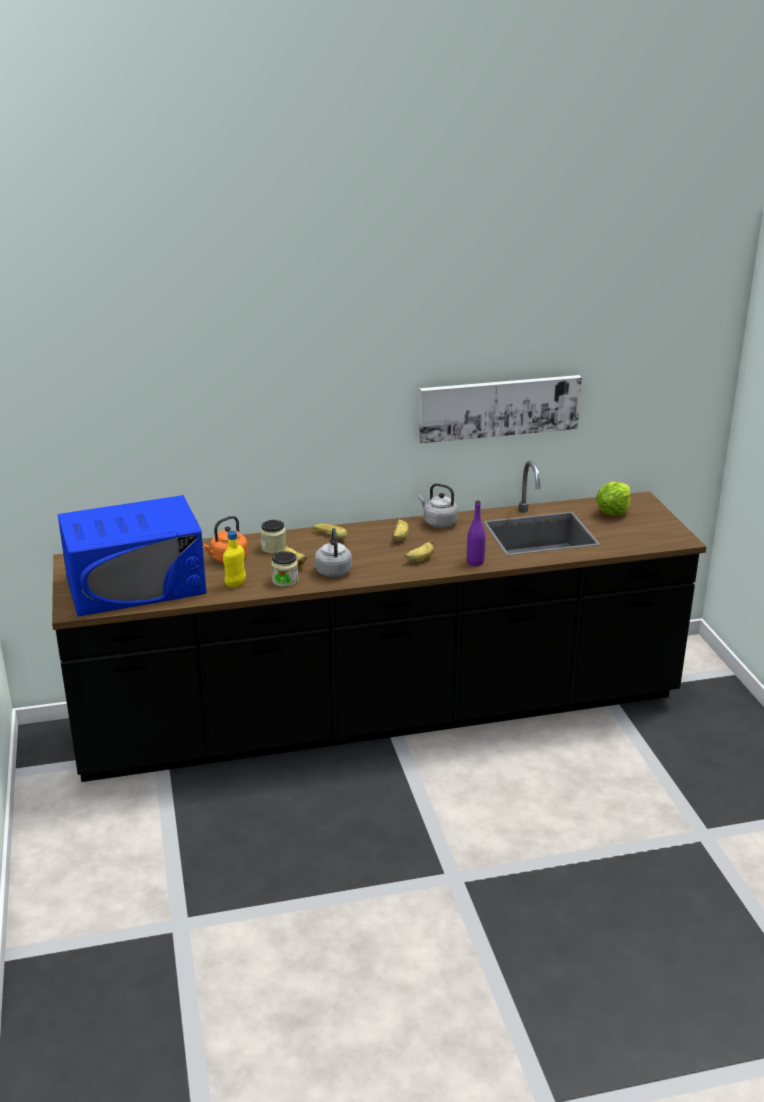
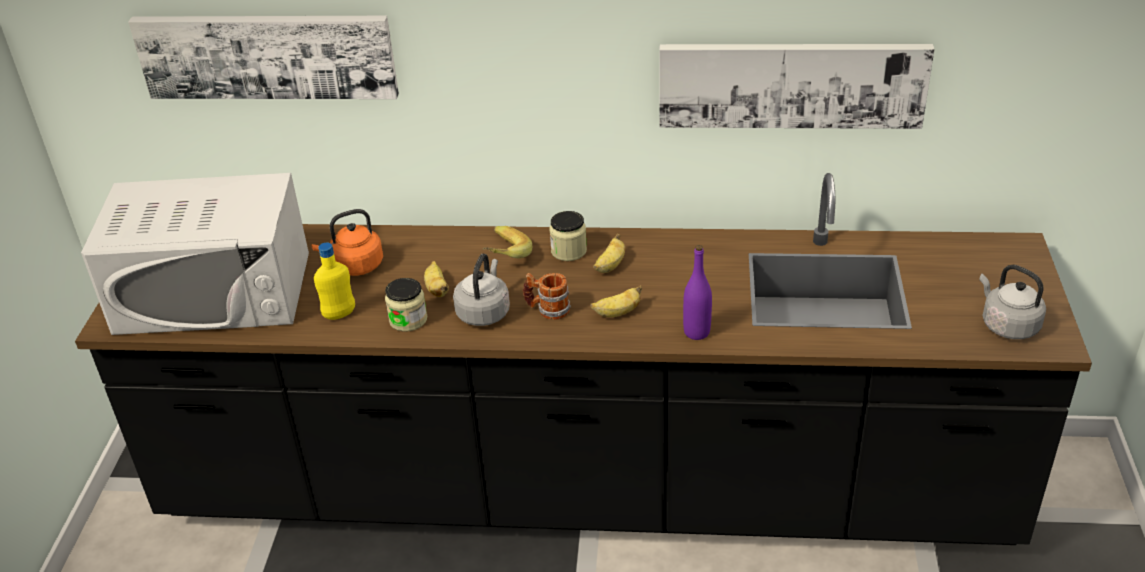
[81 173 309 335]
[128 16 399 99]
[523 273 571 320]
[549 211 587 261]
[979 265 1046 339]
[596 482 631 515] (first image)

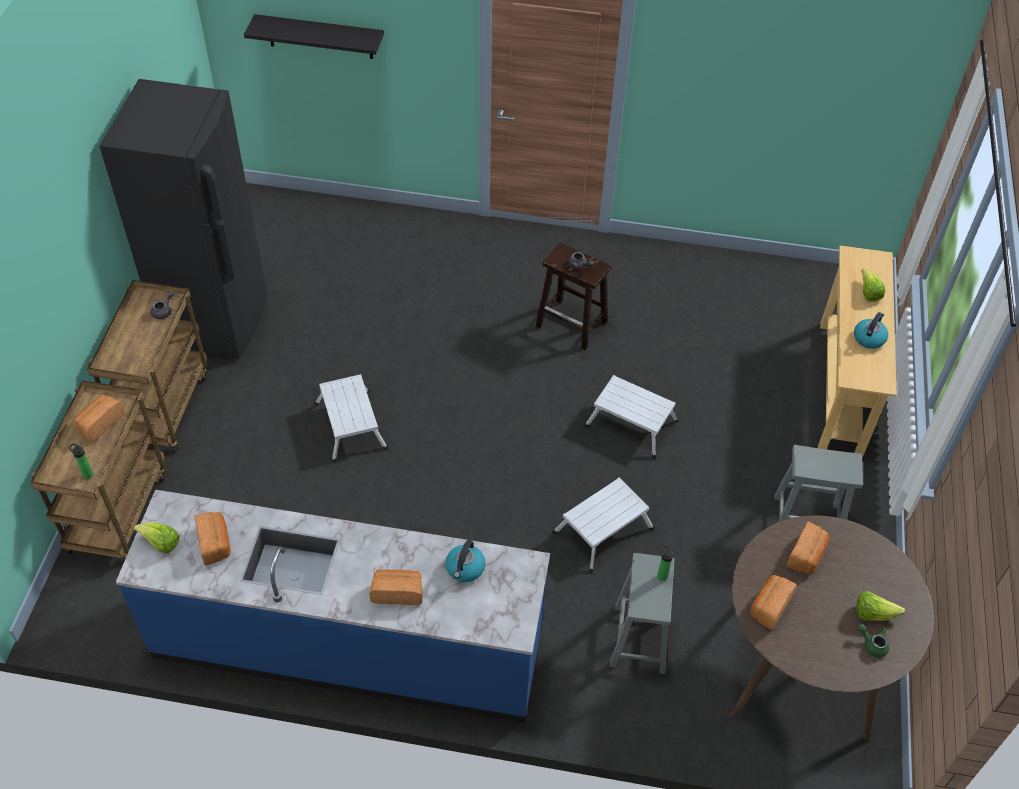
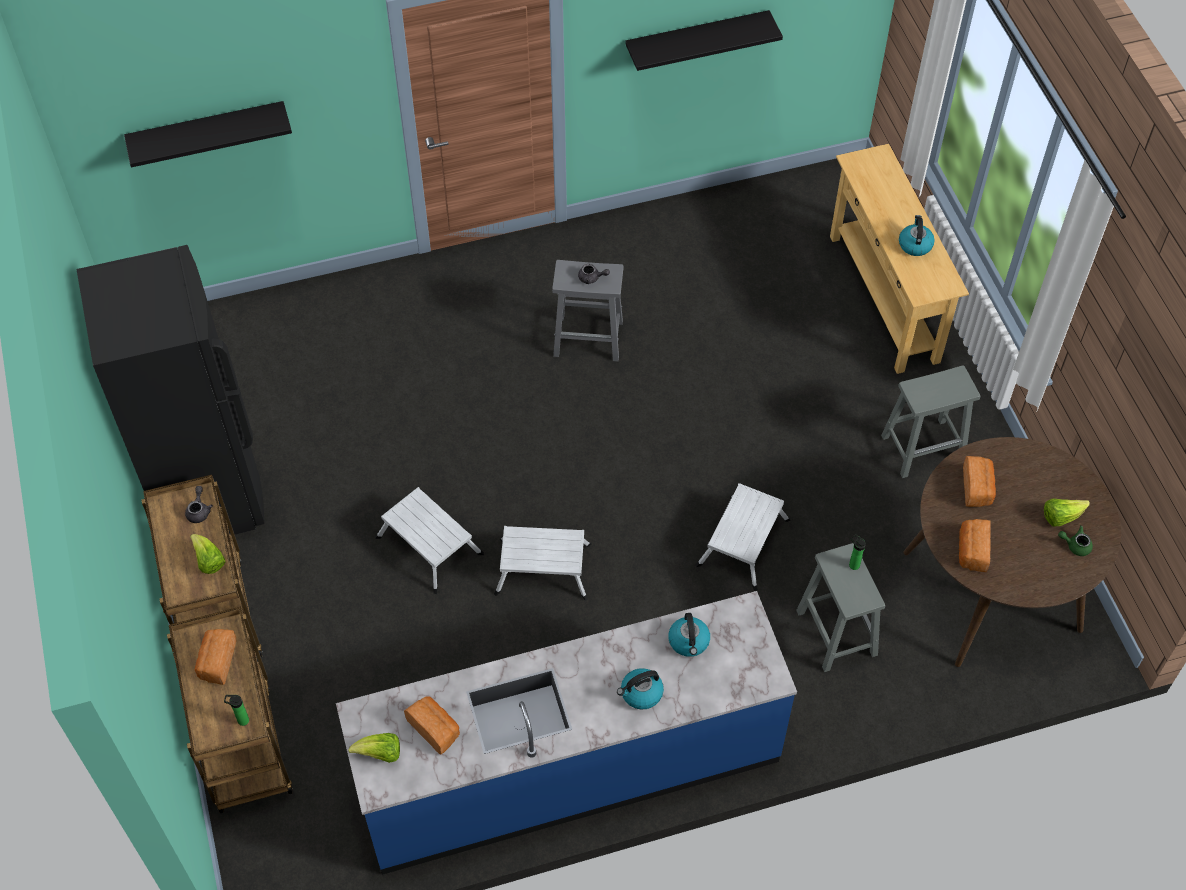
[190 534 226 574]
[494 526 591 601]
[552 260 623 361]
[617 668 664 709]
[625 10 783 71]

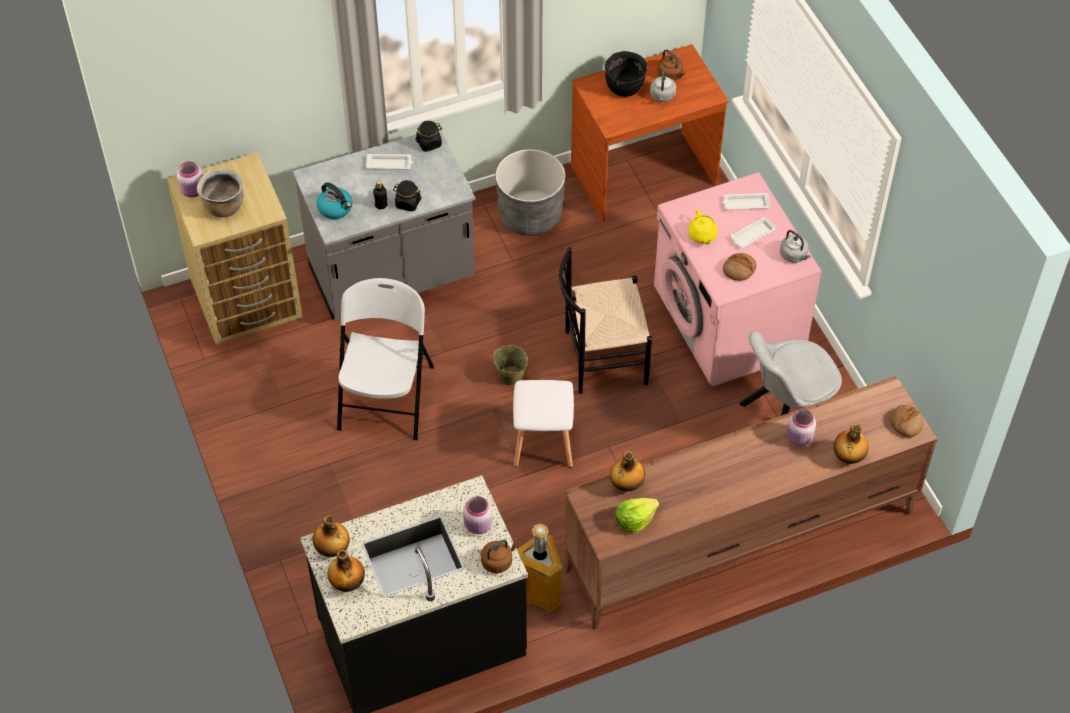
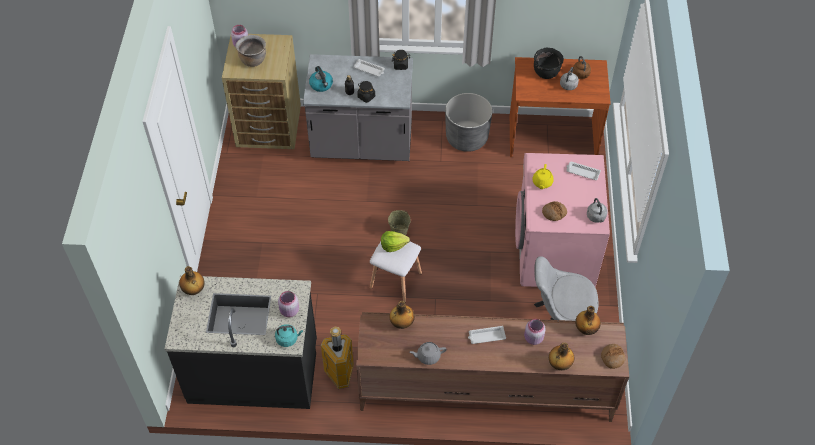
[275 324 303 347]
[381 231 410 252]
[409 342 447 365]
[468 326 506 344]
[575 306 601 335]
[337 278 434 440] (first image)
[559 247 652 394] (first image)

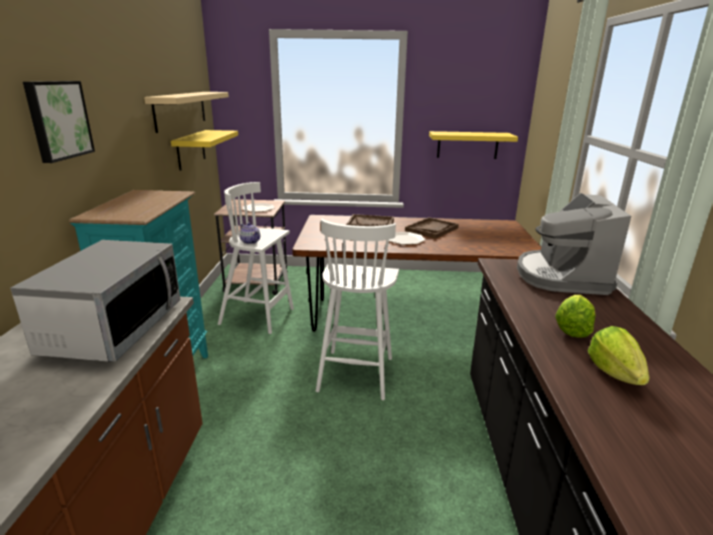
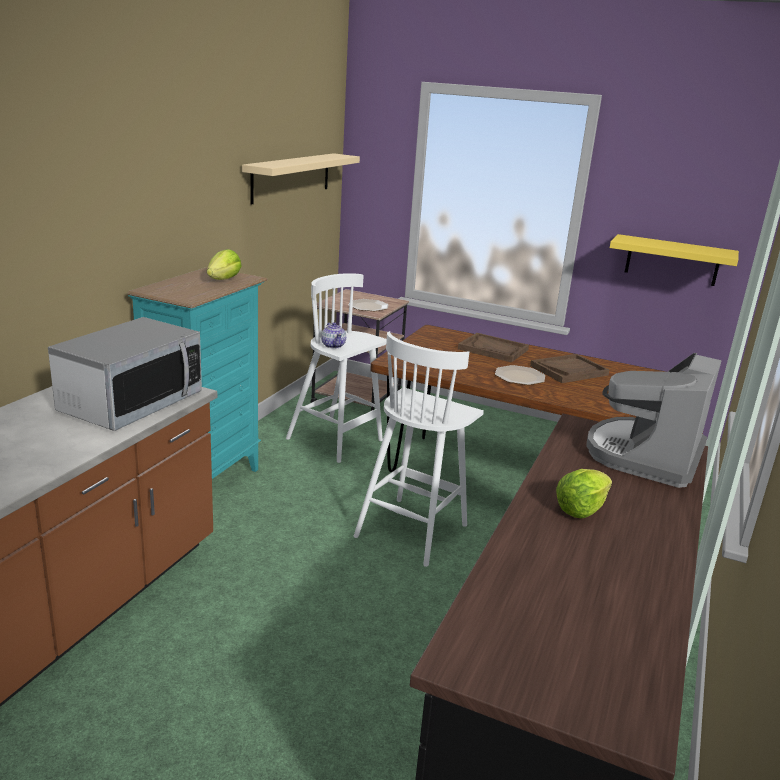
[207 249 242 280]
[23 81 95 163] (first image)
[171 130 238 171] (first image)

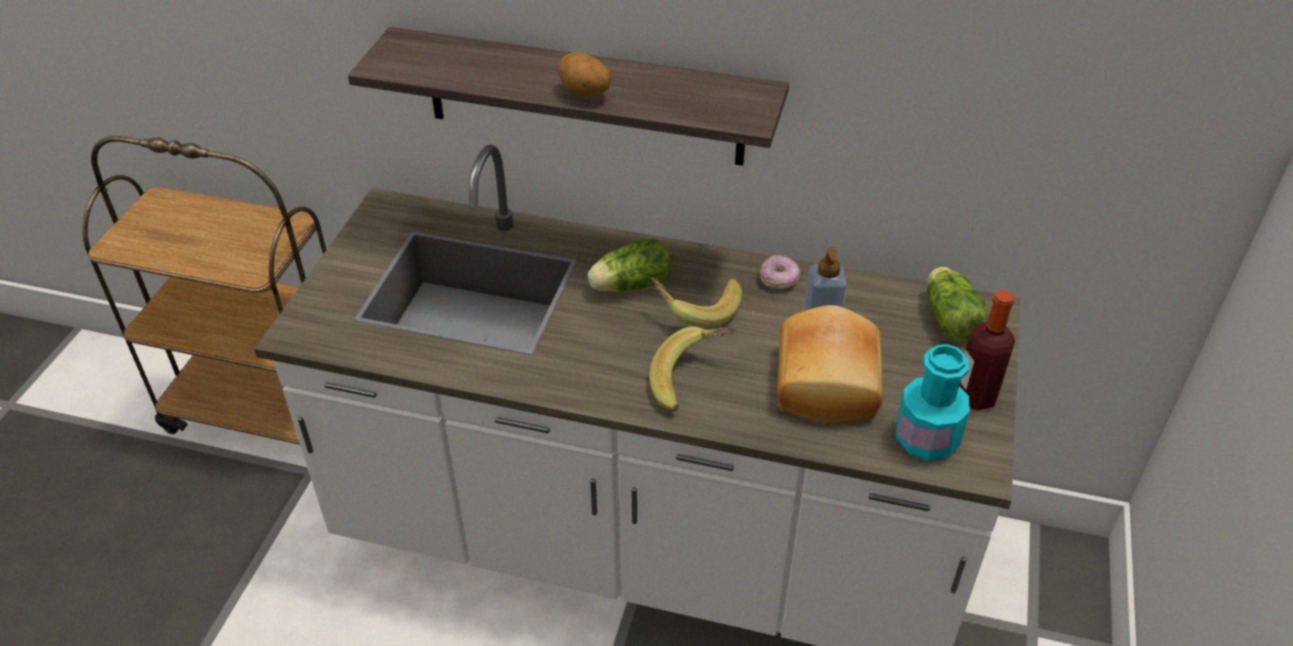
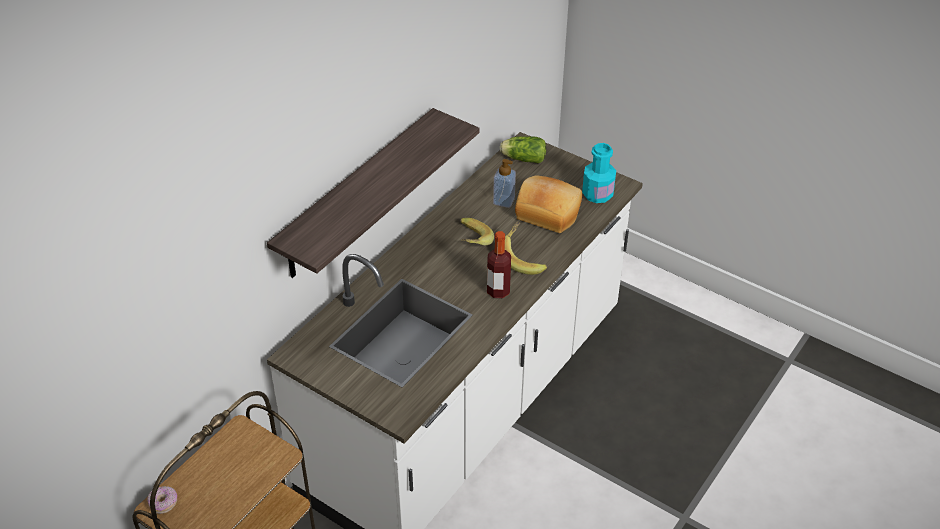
[147 486 177 514]
[487 231 511 298]
[558 52 612 97] (first image)
[587 238 672 292] (first image)

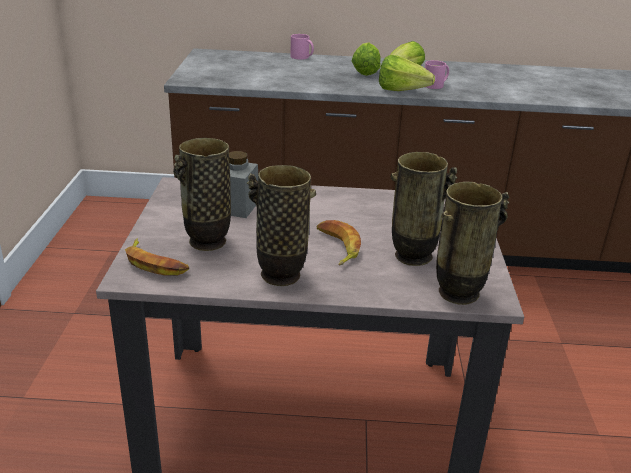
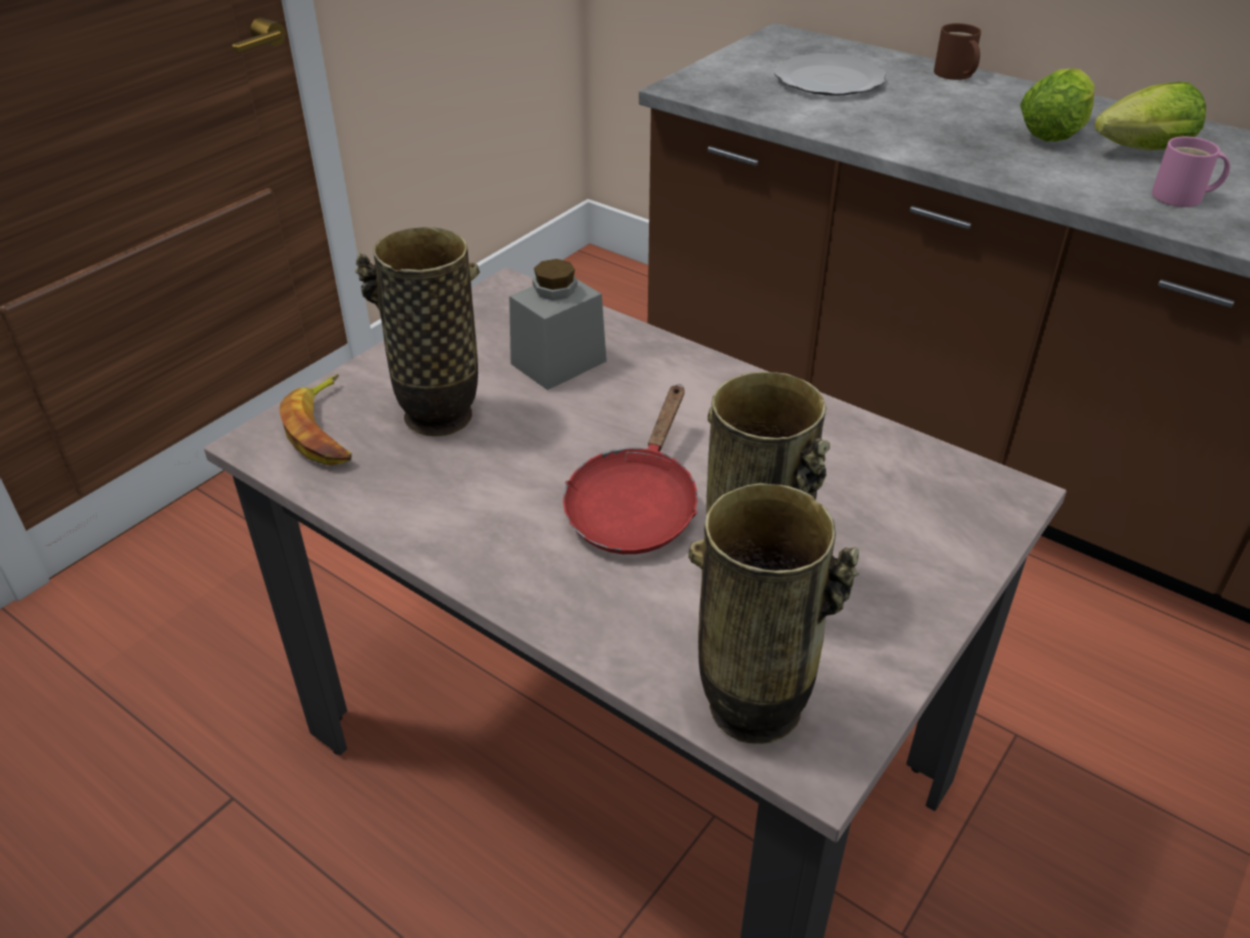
[563 384 697 554]
[774 53 886 96]
[934 23 981 80]
[247 165 316 286] (first image)
[379 55 435 91] (first image)

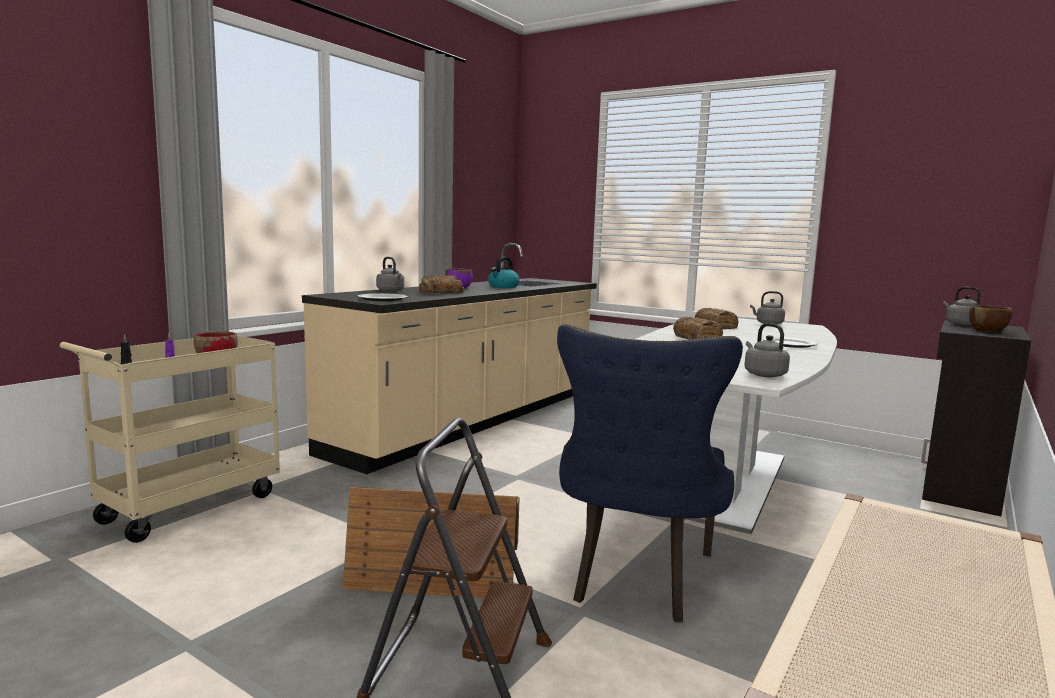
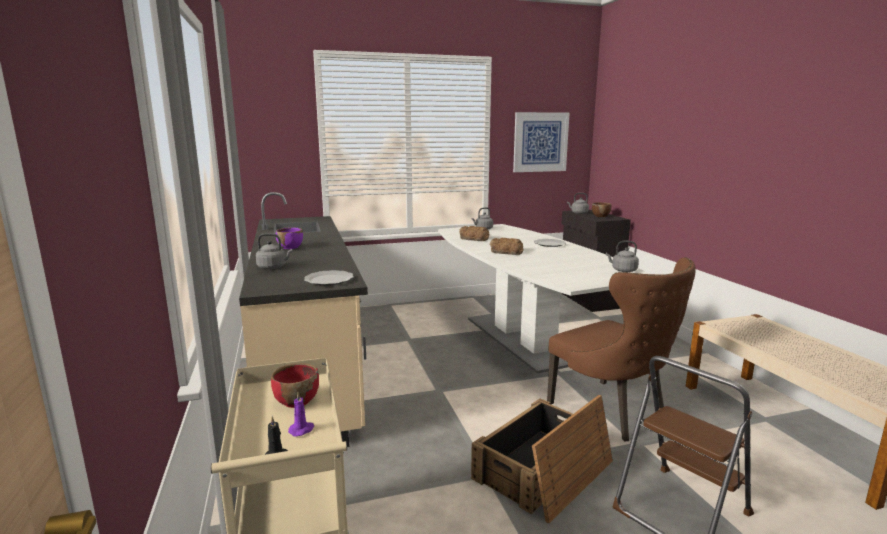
[513 112 570 172]
[547 257 696 442]
[419 275 464 294] (first image)
[488 257 520 288] (first image)

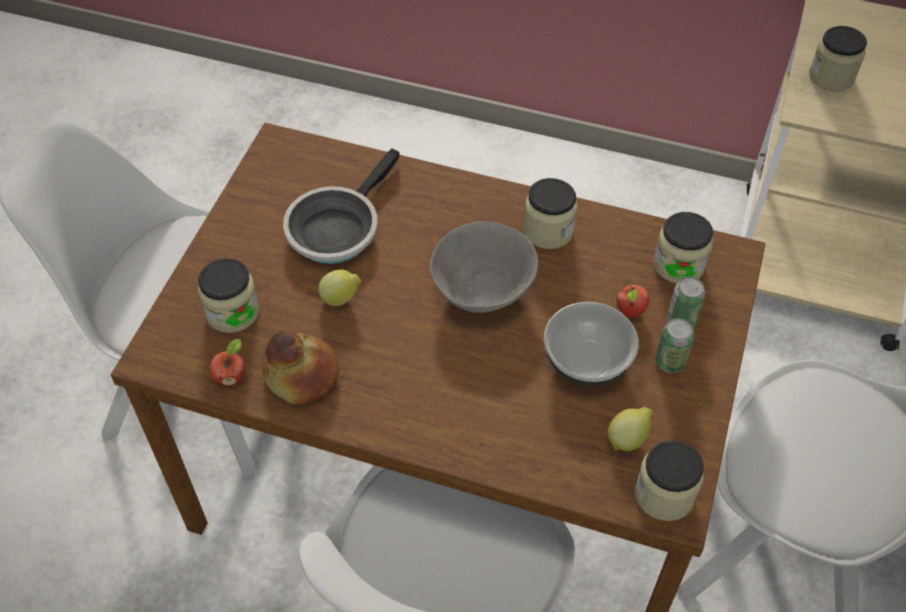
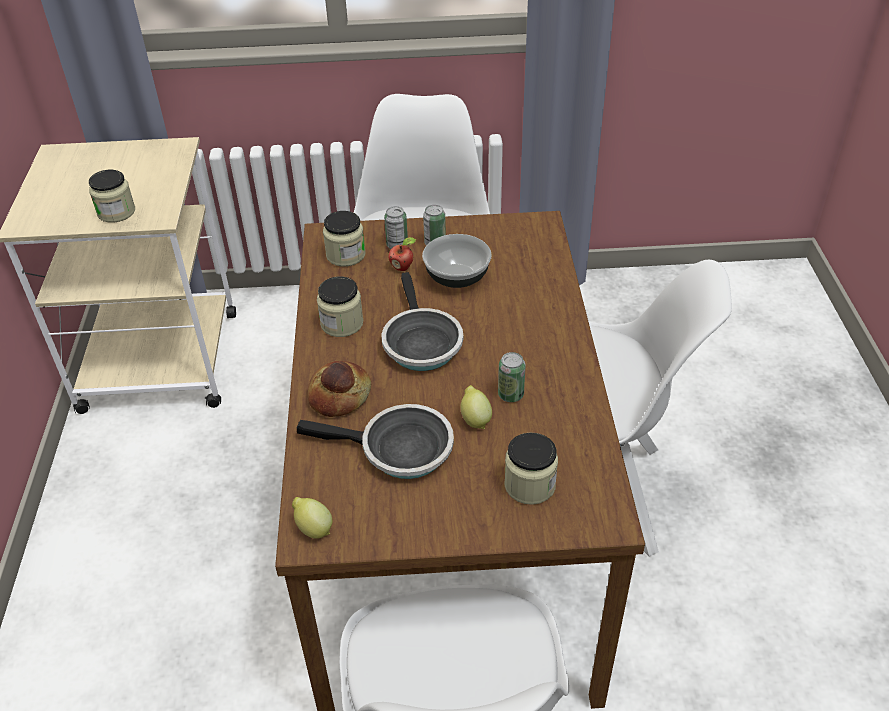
[292 497 332 539]
[308 361 371 417]
[381 272 463 371]
[498 352 525 402]
[210 338 245 386] (first image)
[635 440 703 521] (first image)

